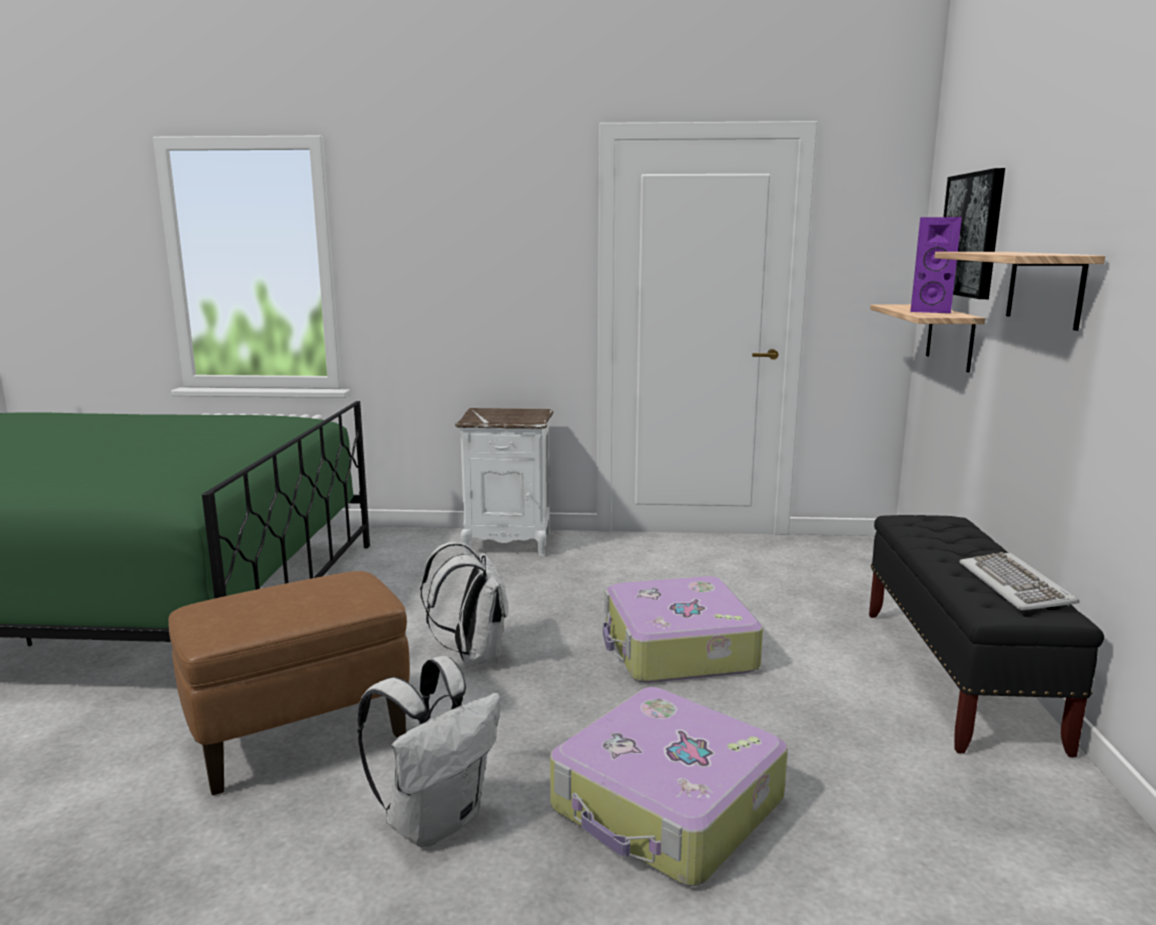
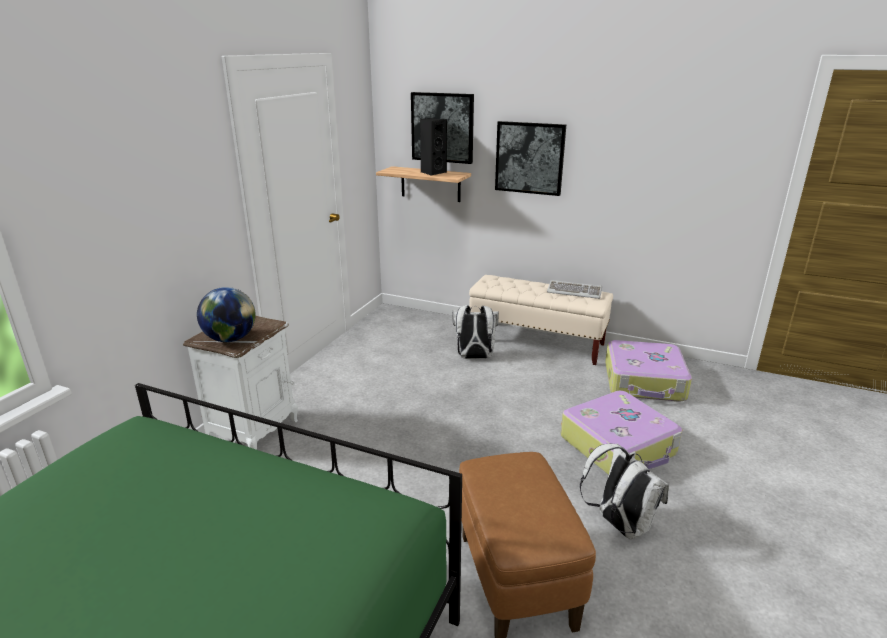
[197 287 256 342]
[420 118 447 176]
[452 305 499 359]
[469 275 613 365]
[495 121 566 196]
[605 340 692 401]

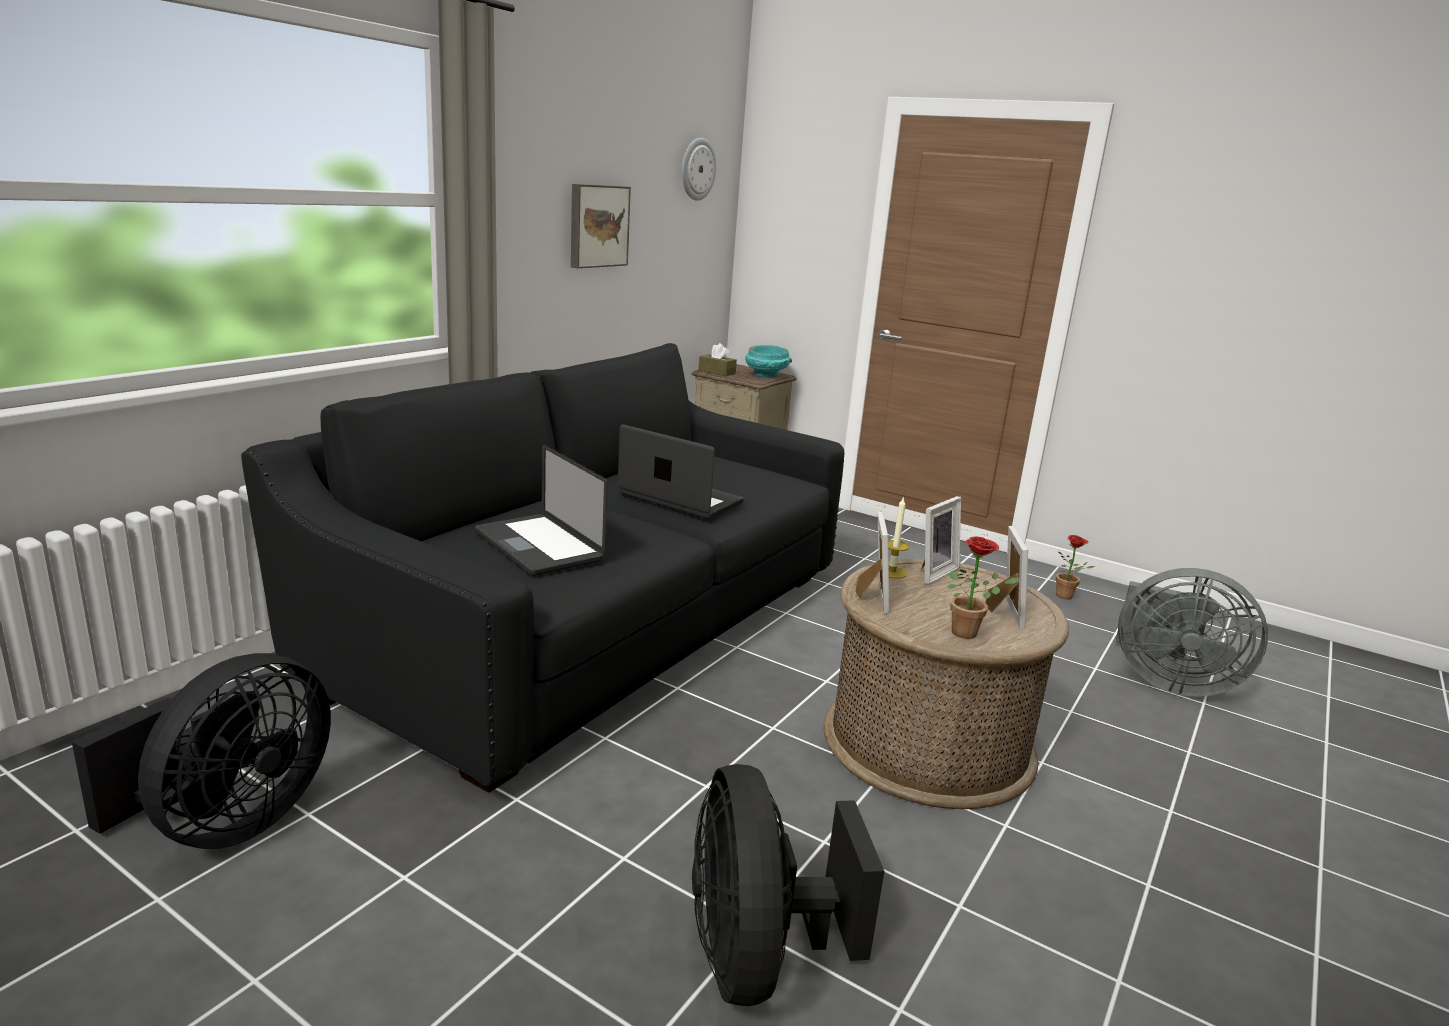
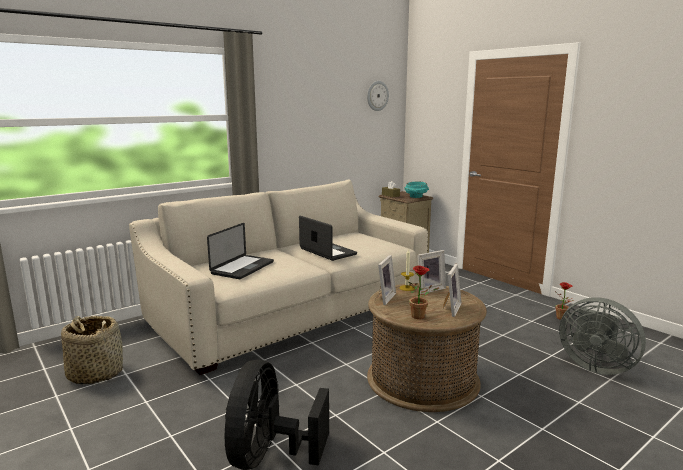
[61 316 123 385]
[129 180 428 375]
[207 223 274 279]
[571 184 631 268] (first image)

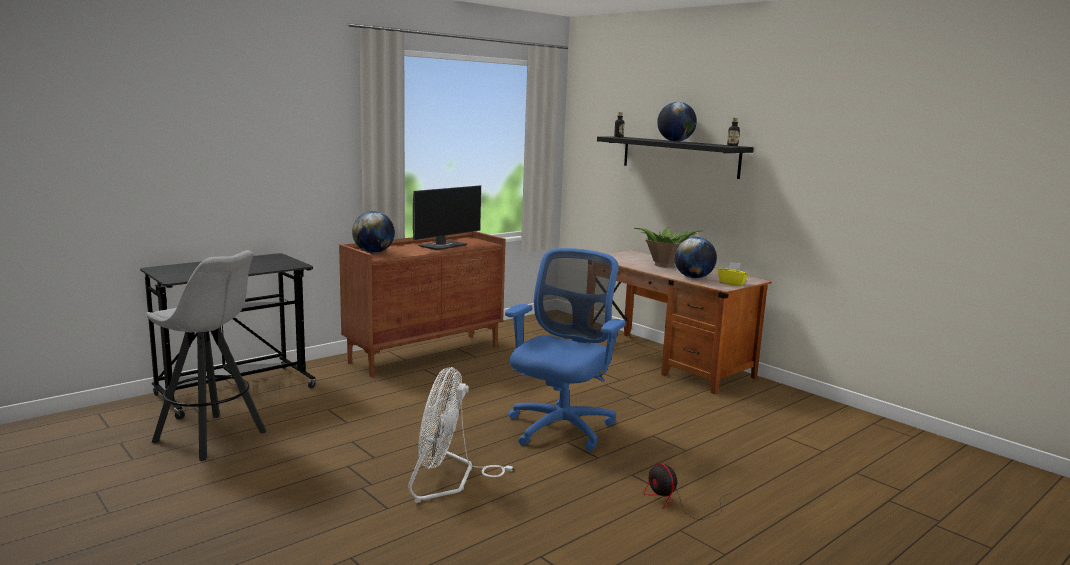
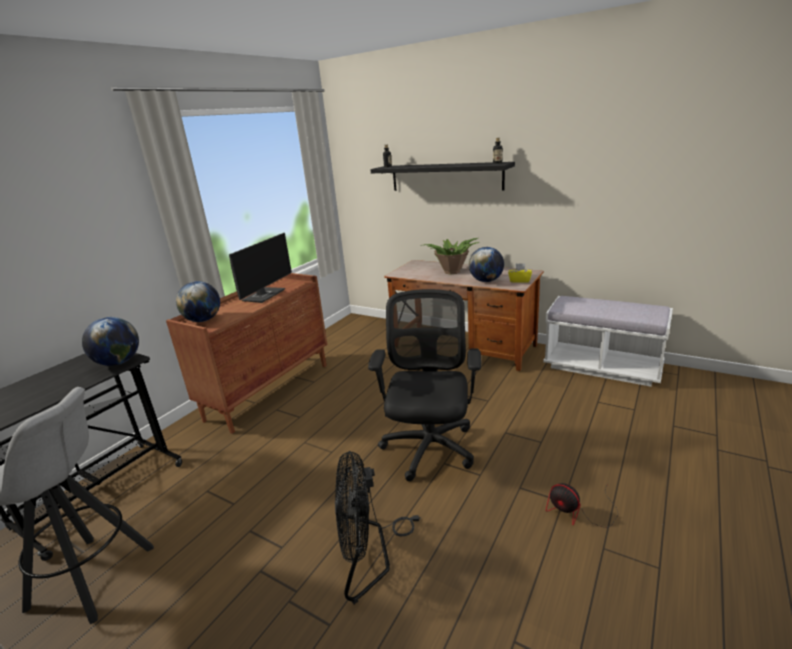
[82 317 139 366]
[335 451 421 605]
[368 289 481 481]
[543 296 673 387]

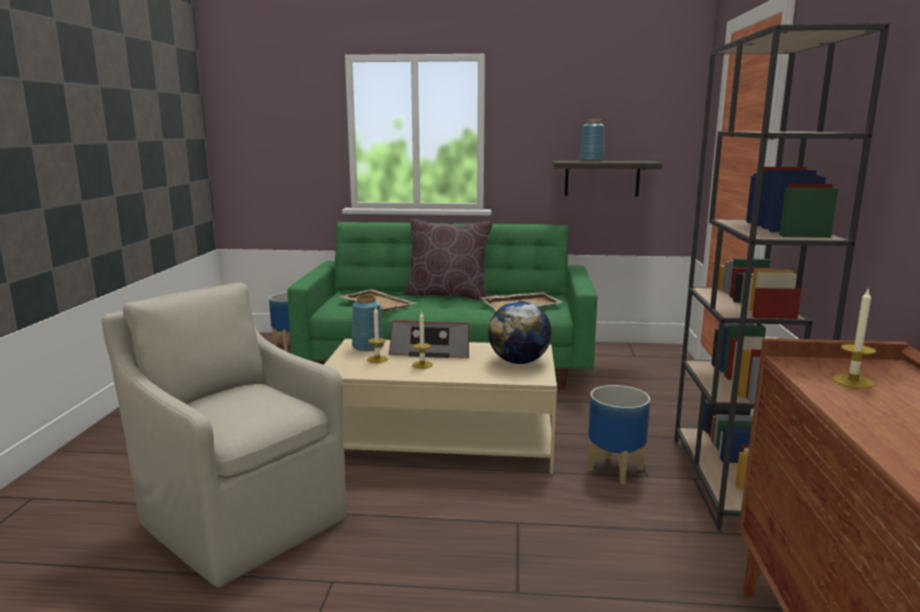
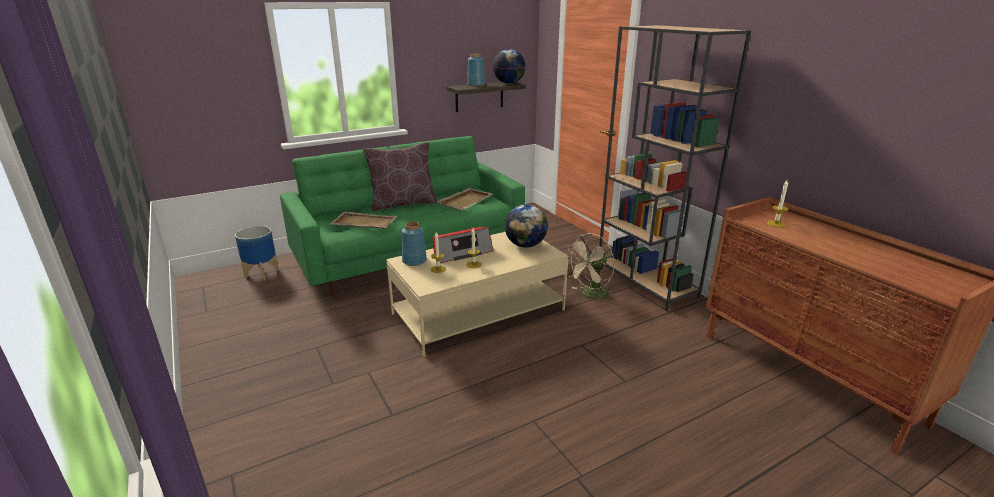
[493 49 526 84]
[568 233 614 303]
[102 282 346 587] (first image)

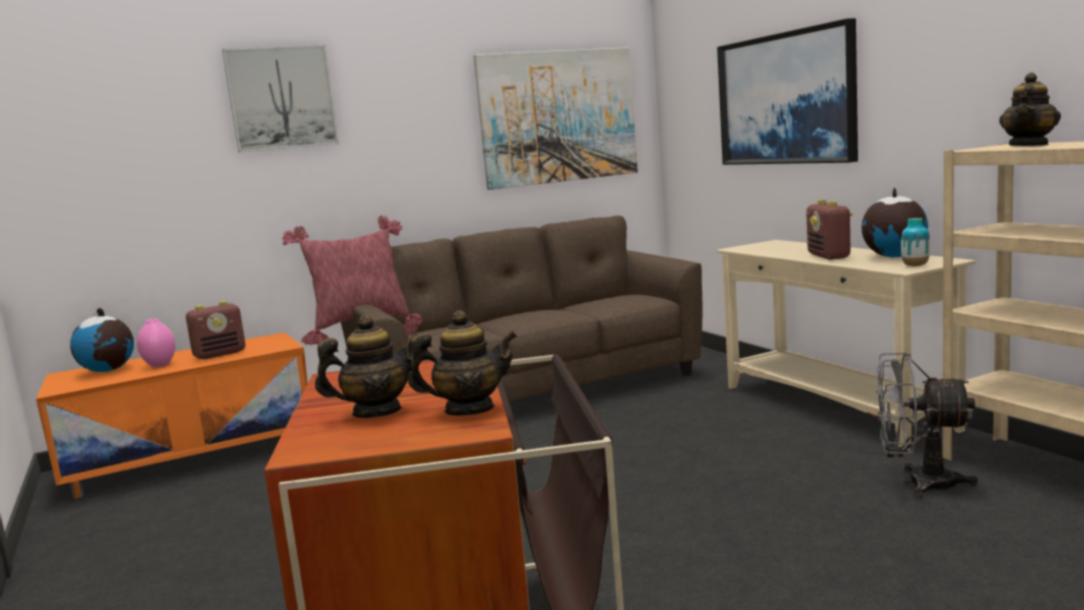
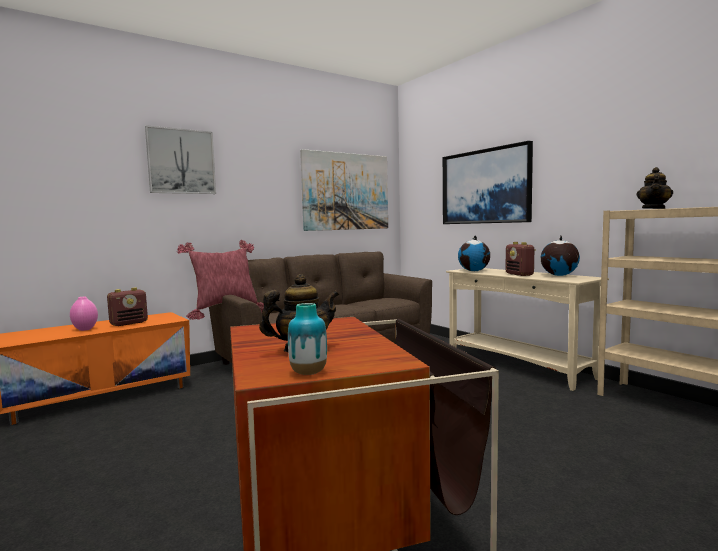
[288 303 327 375]
[458 236 490 271]
[408 310 517 416] (first image)
[876 352 978 498] (first image)

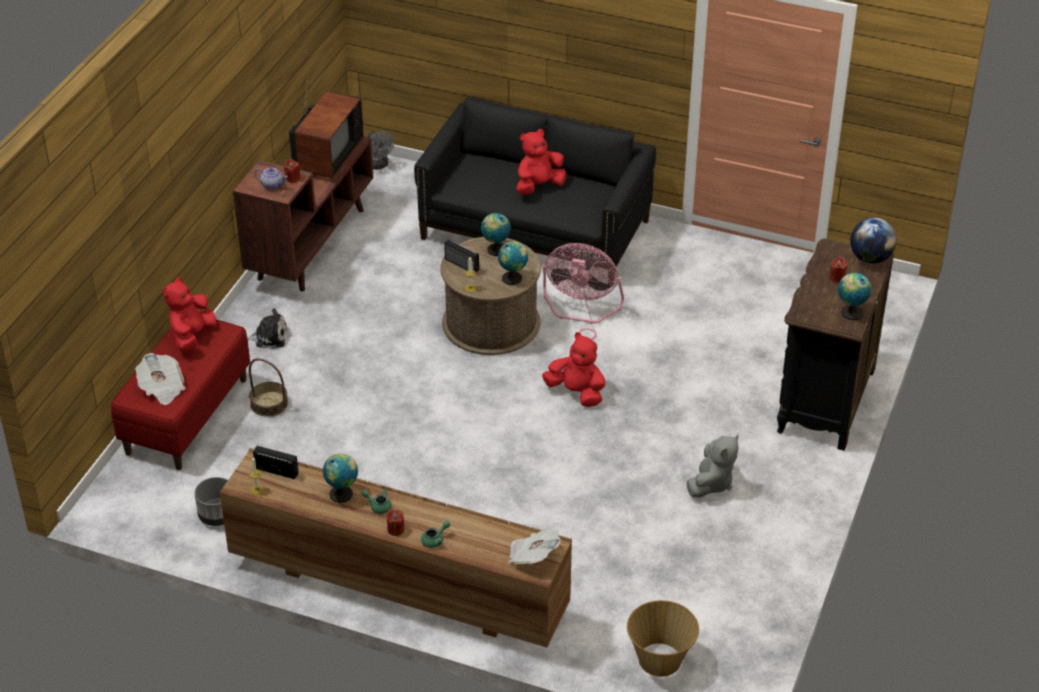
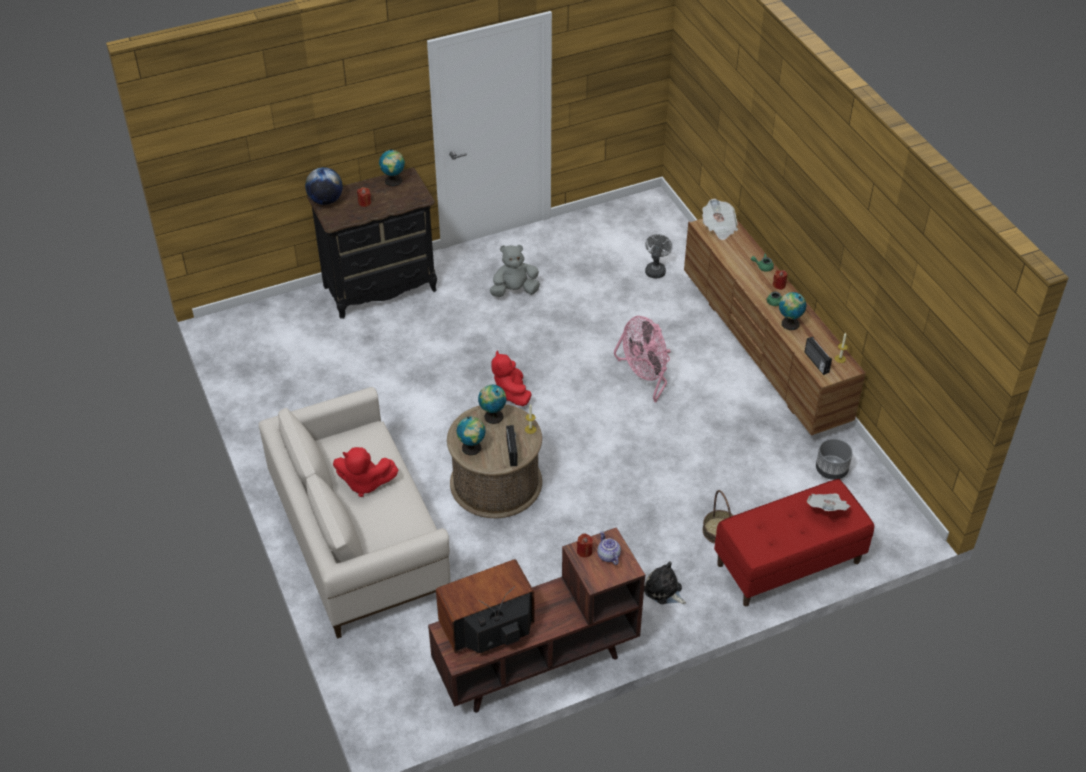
[259 387 450 639]
[614 316 671 402]
[645 234 672 279]
[163 277 217 351] (first image)
[627 600 699 677] (first image)

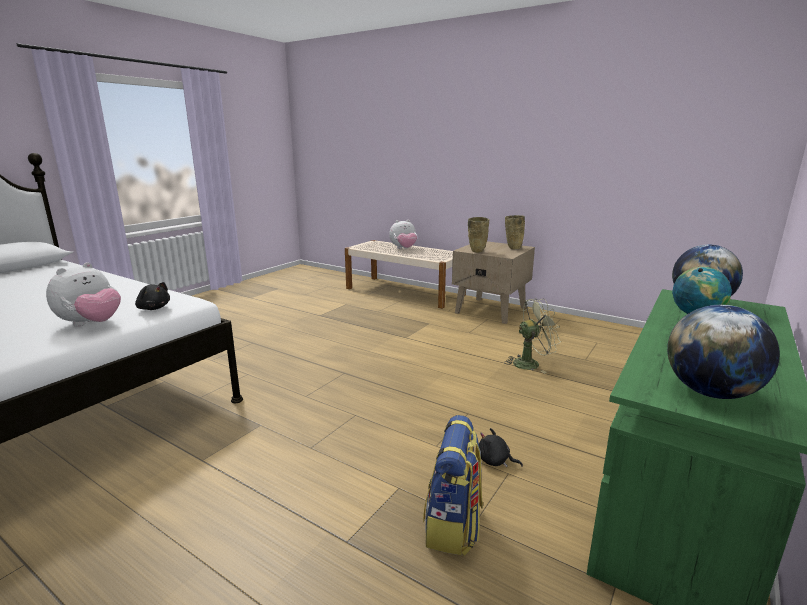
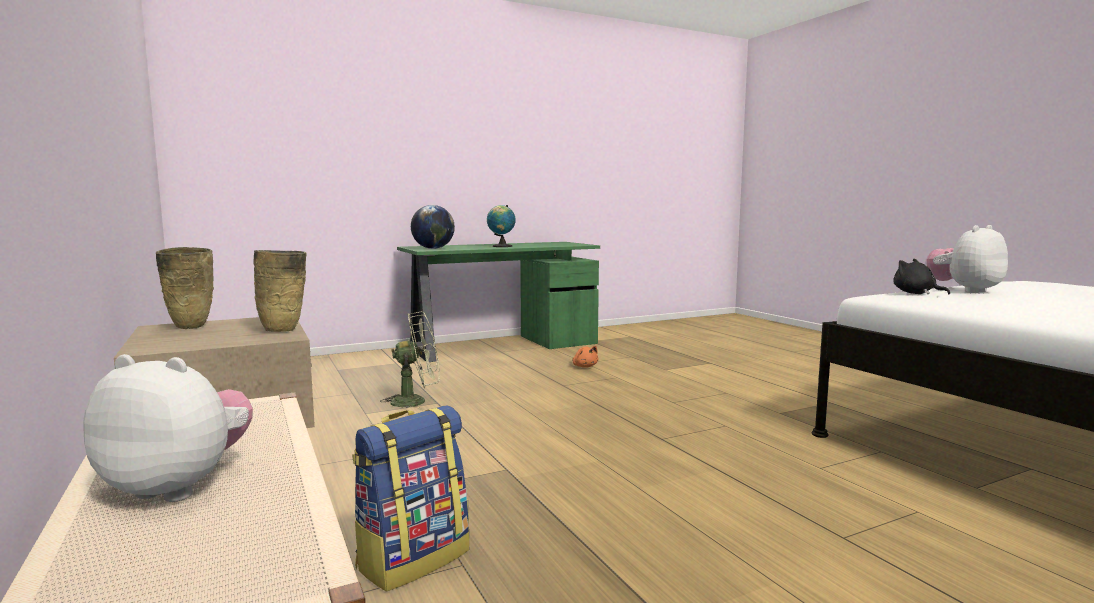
[352 405 469 592]
[380 311 440 411]
[572 346 598 368]
[667 305 780 399] (first image)

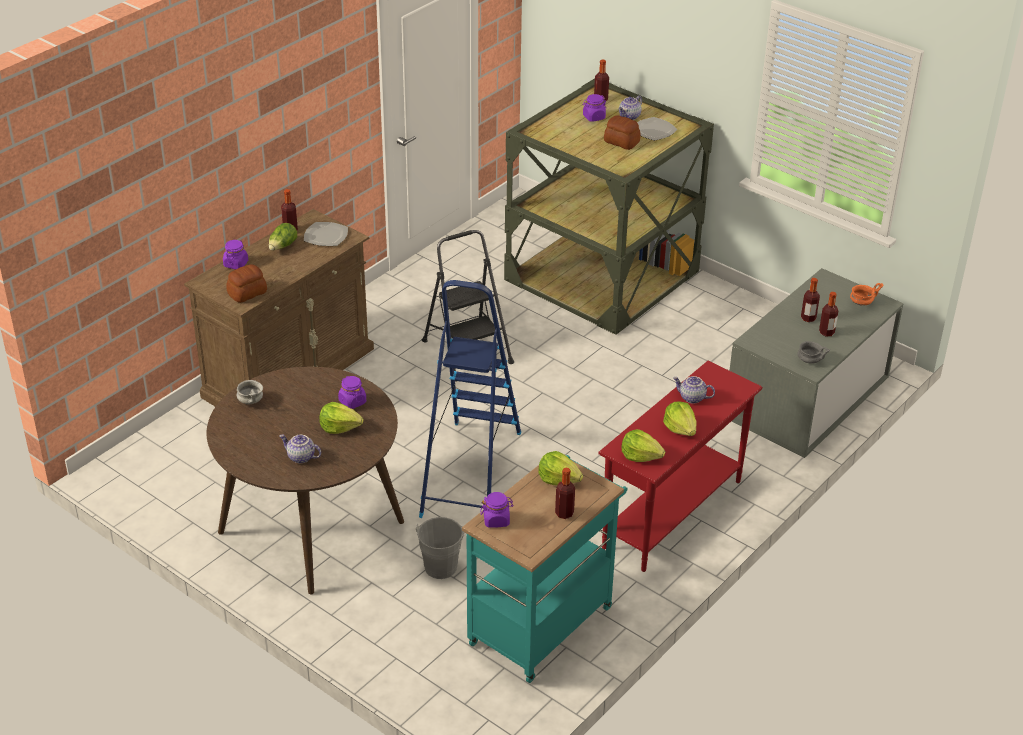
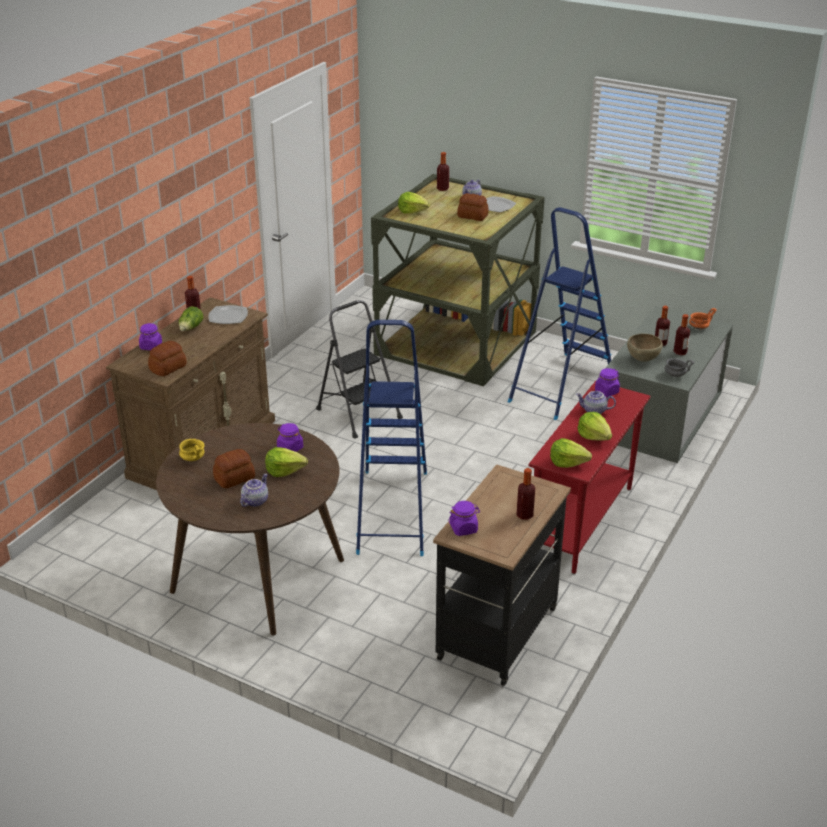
[179 439 205 461]
[213 449 255 488]
[240 474 268 507]
[398 192 430 214]
[433 464 571 686]
[508 207 612 420]
[595 368 620 397]
[627 334 663 362]
[416 517 465 579] (first image)

